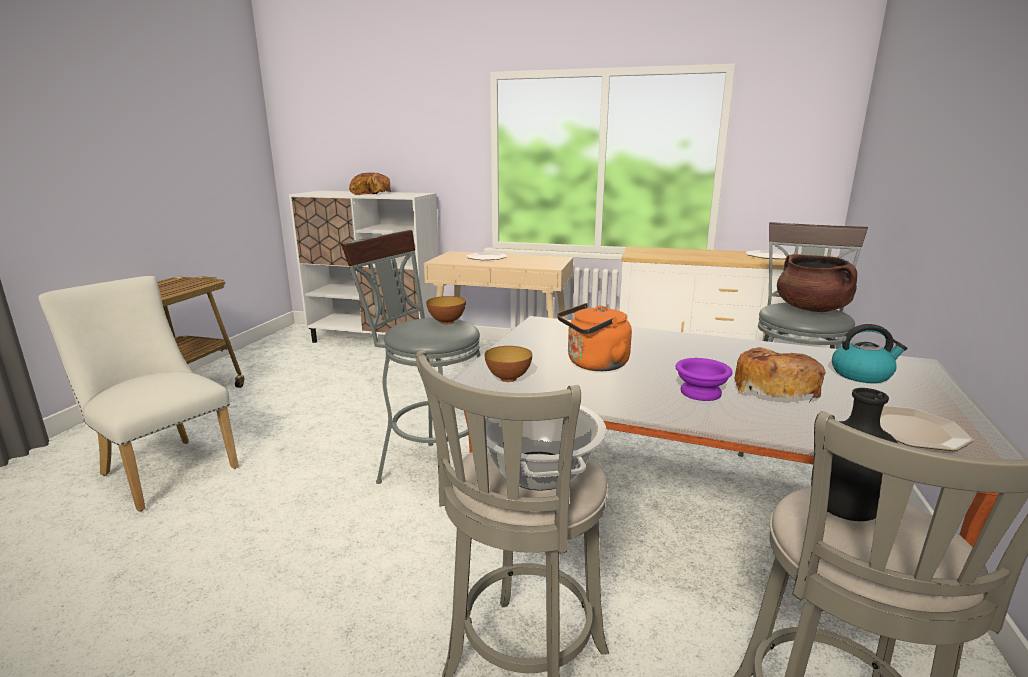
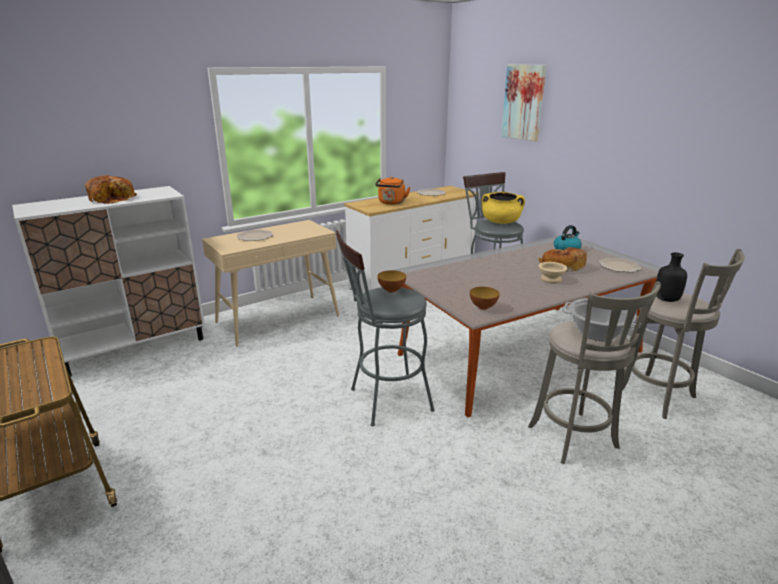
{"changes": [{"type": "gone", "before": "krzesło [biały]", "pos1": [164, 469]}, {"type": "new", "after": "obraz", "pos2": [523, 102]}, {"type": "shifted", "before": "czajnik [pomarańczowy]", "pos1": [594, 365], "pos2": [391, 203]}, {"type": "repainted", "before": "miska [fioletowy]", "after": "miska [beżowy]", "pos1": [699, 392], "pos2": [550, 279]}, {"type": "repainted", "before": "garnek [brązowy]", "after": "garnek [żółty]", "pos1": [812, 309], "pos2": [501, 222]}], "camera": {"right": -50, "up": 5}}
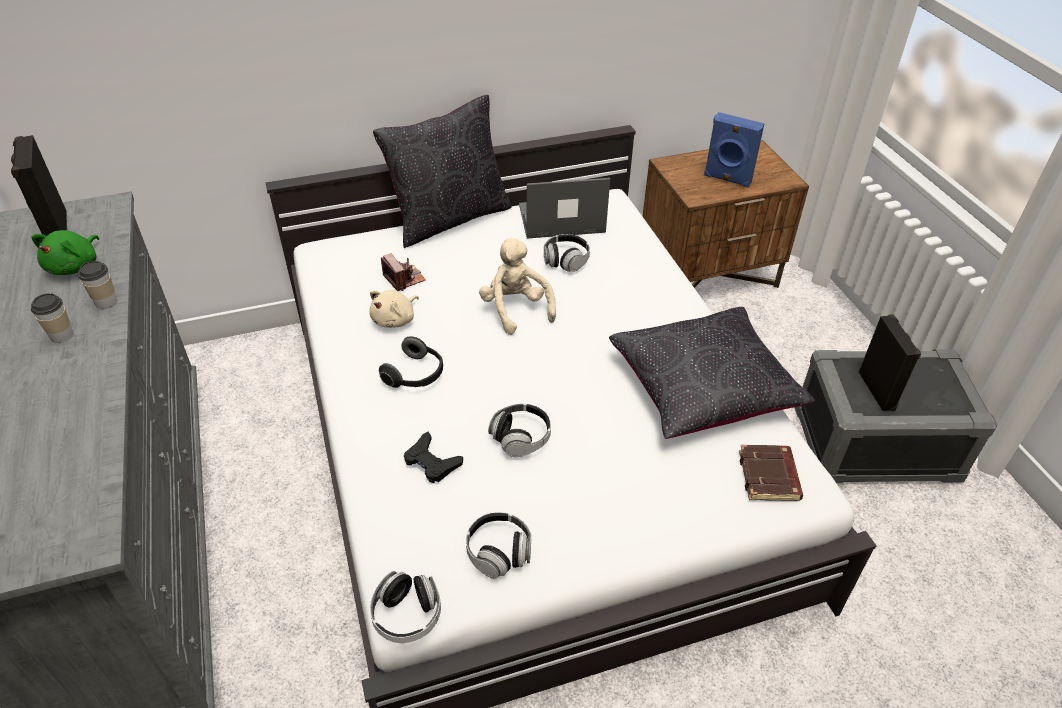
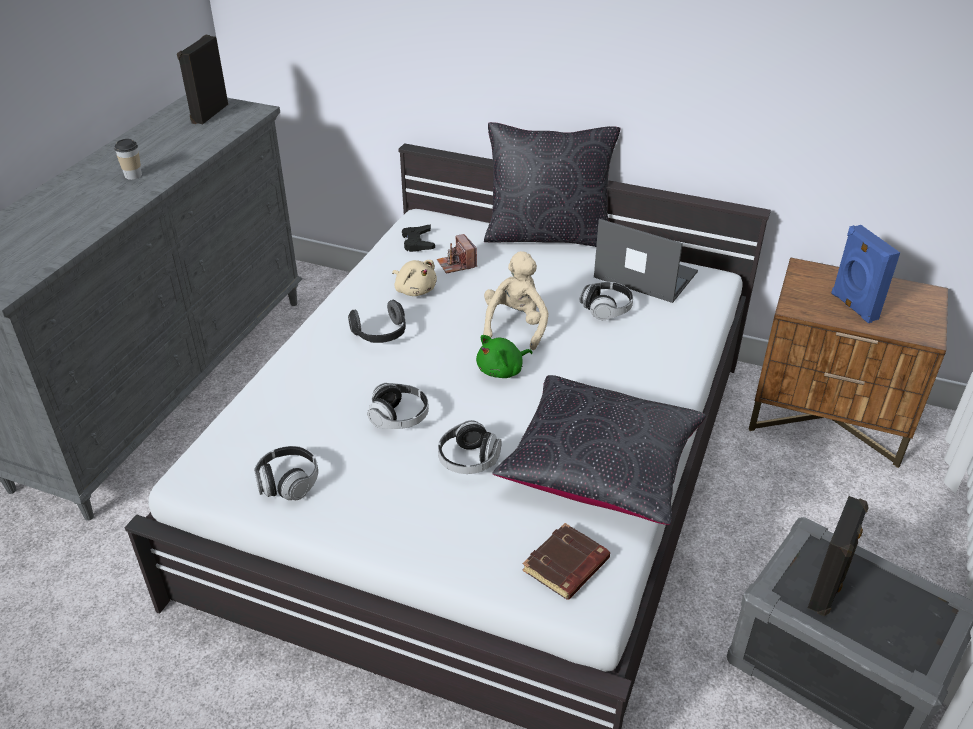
{"changes": [{"type": "gone", "before": "filiżanka", "pos1": [106, 302]}, {"type": "shifted", "before": "pluszak [zielony]", "pos1": [75, 266], "pos2": [502, 370]}, {"type": "shifted", "before": "słuchawki", "pos1": [407, 615], "pos2": [468, 460]}, {"type": "shifted", "before": "pad do gier [czarny]", "pos1": [431, 462], "pos2": [418, 242]}, {"type": "rotated", "before": "pluszak [beżowy]", "pos1": [395, 319], "pos2": [414, 290], "turn": -120}, {"type": "rotated", "before": "aparat fotograficzny", "pos1": [404, 279], "pos2": [456, 264], "turn": 150}], "camera": {"right": 40, "up": -5}}
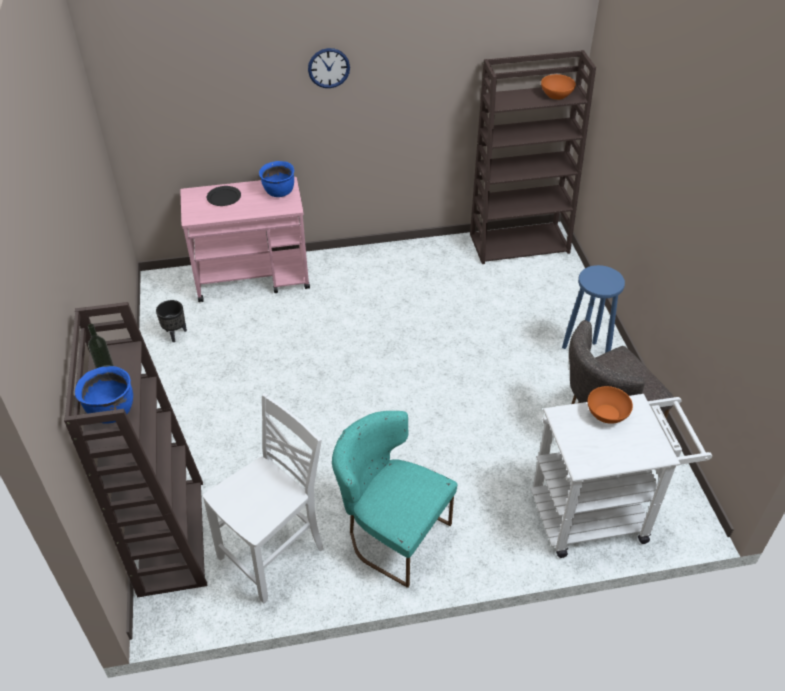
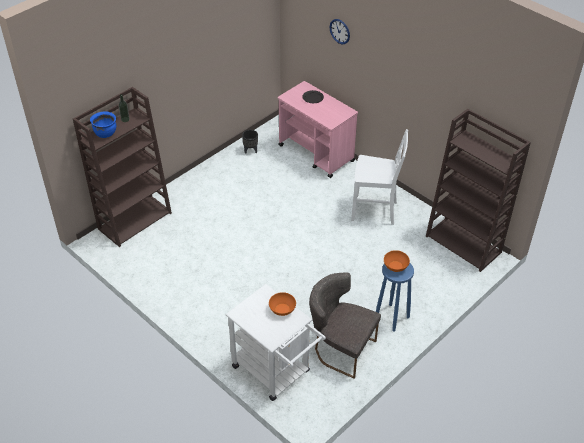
{"changes": [{"type": "gone", "before": "garnek [niebieski]", "pos1": [279, 192]}, {"type": "gone", "before": "krzesło [turkusowy]", "pos1": [391, 534]}, {"type": "shifted", "before": "krzesło [biały]", "pos1": [274, 554], "pos2": [375, 211]}, {"type": "shifted", "before": "zegar ścienny", "pos1": [328, 68], "pos2": [340, 31]}, {"type": "shifted", "before": "miska [pomarańczowy]", "pos1": [556, 95], "pos2": [395, 266]}], "camera": {"right": 55, "up": 0}}
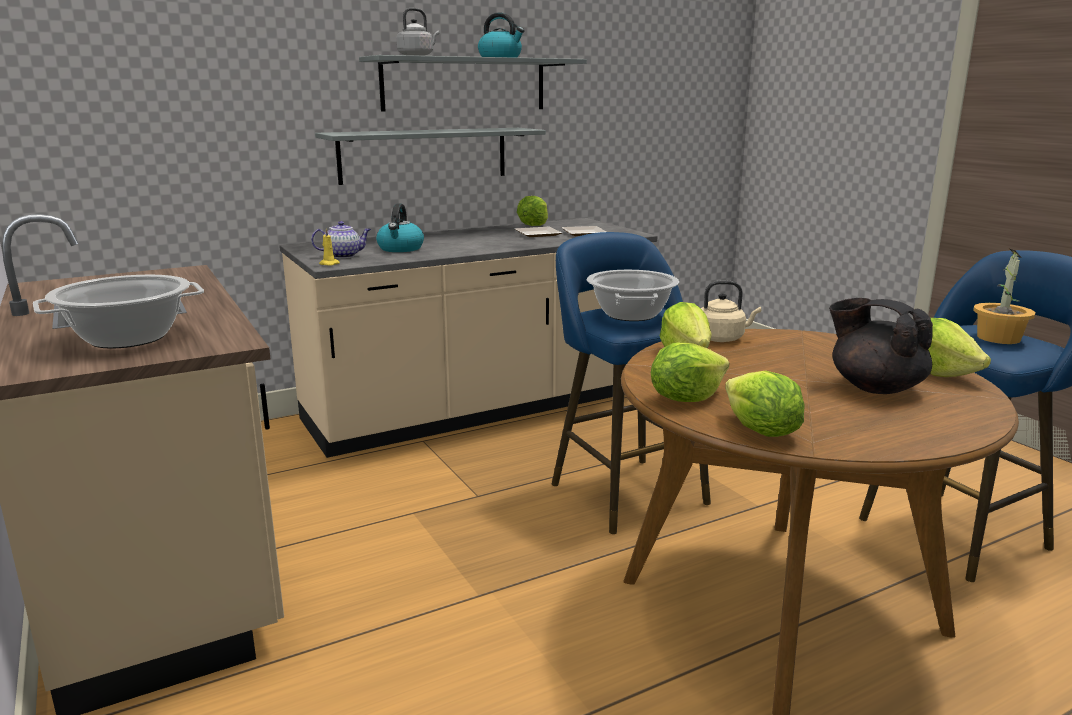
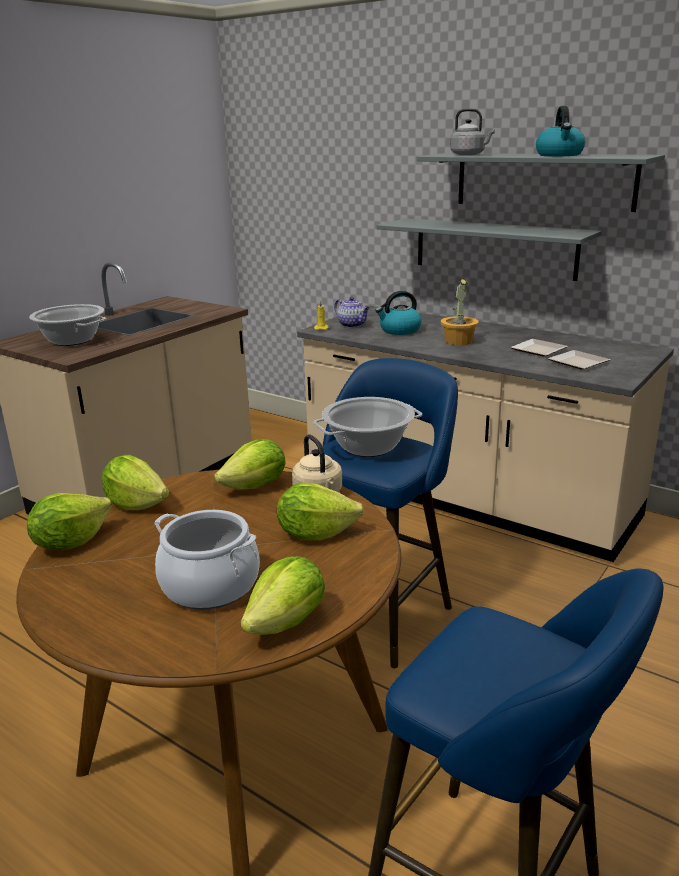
{"changes": [{"type": "shifted", "before": "sałata", "pos1": [533, 225], "pos2": [315, 533]}, {"type": "shifted", "before": "roślina doniczkowa", "pos1": [997, 338], "pos2": [458, 341]}, {"type": "swapped", "before": "imbryk [czarny]", "after": "garnek", "pos1": [874, 387], "pos2": [210, 585]}], "camera": {"right": 65, "up": 5}}
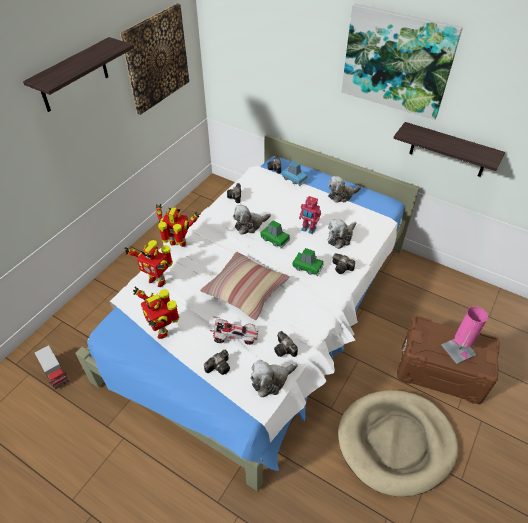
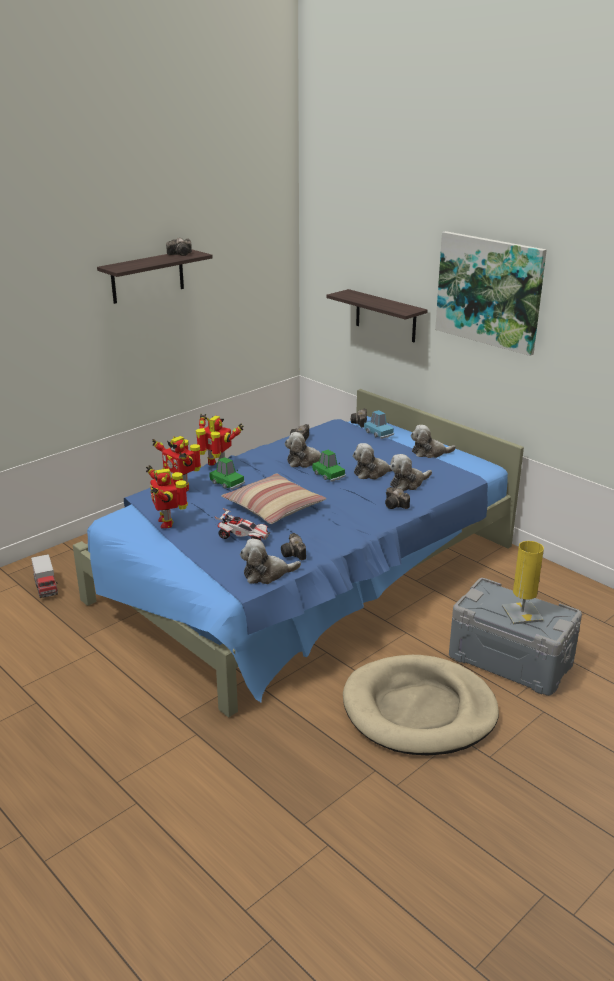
{"changes": [{"type": "gone", "before": "obraz", "pos1": [156, 59]}, {"type": "shifted", "before": "aparat fotograficzny", "pos1": [220, 366], "pos2": [181, 254]}, {"type": "shifted", "before": "samochodzik [zielony]", "pos1": [307, 267], "pos2": [227, 483]}, {"type": "shifted", "before": "półka", "pos1": [448, 150], "pos2": [385, 316]}, {"type": "swapped", "before": "robot zabawkowy", "after": "pluszak", "pos1": [308, 229], "pos2": [372, 473]}, {"type": "repainted", "before": "łóżko [biały]", "after": "łóżko [niebieski]", "pos1": [261, 311], "pos2": [304, 574]}, {"type": "repainted", "before": "pojemnik do przechowywania [brązowy]", "after": "pojemnik do przechowywania [szary]", "pos1": [440, 372], "pos2": [510, 660]}, {"type": "repainted", "before": "lampa stołowa [różowy]", "after": "lampa stołowa [żółty]", "pos1": [458, 350], "pos2": [522, 613]}], "camera": {"right": 15, "up": -20}}
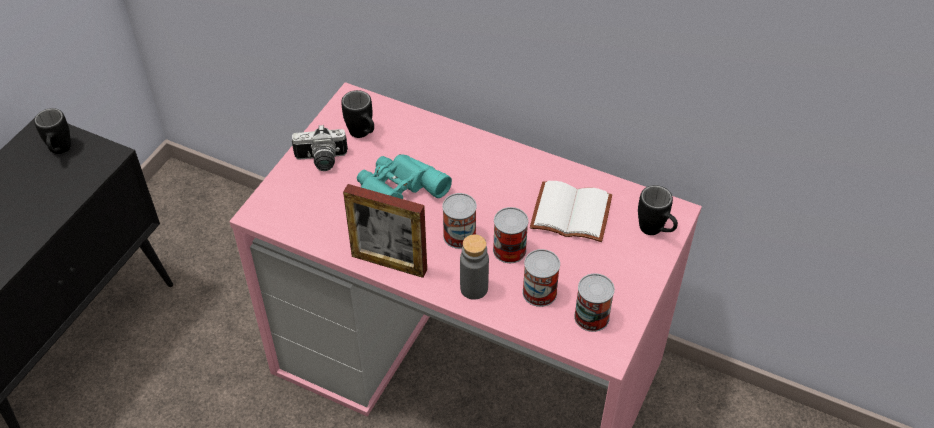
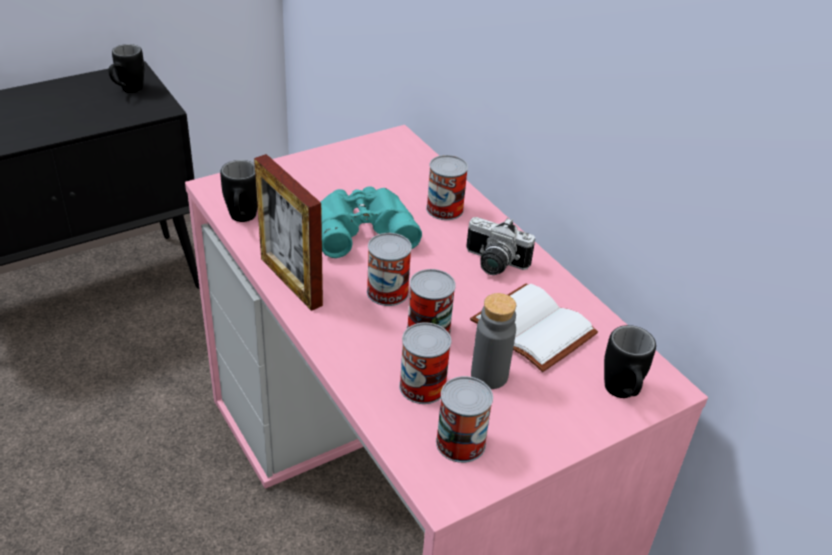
{"changes": [{"type": "new", "after": "puszka", "pos2": [444, 209]}, {"type": "shifted", "before": "aparat fotograficzny", "pos1": [321, 161], "pos2": [493, 264]}, {"type": "shifted", "before": "kubek [czarny]", "pos1": [363, 135], "pos2": [242, 220]}, {"type": "shifted", "before": "butelka [szary]", "pos1": [474, 288], "pos2": [489, 375]}], "camera": {"right": 30, "up": -10}}
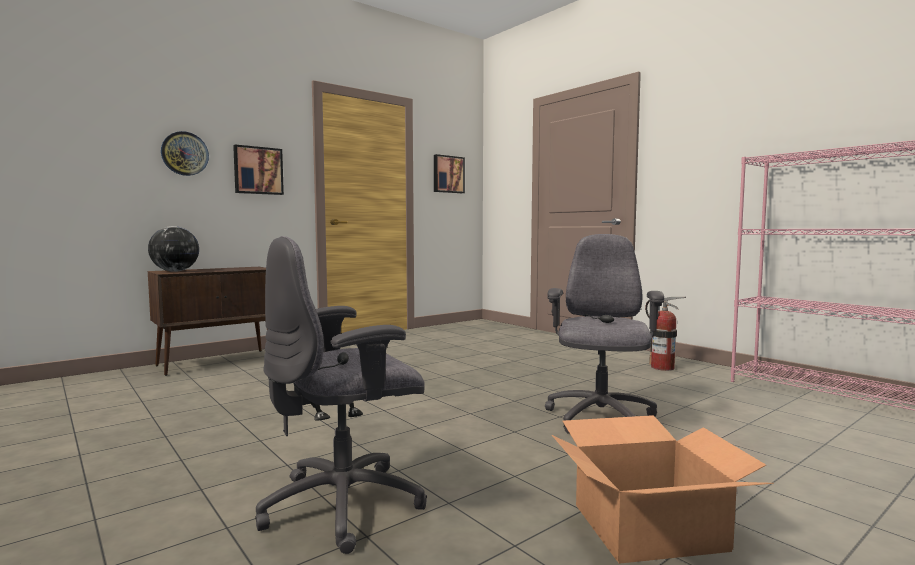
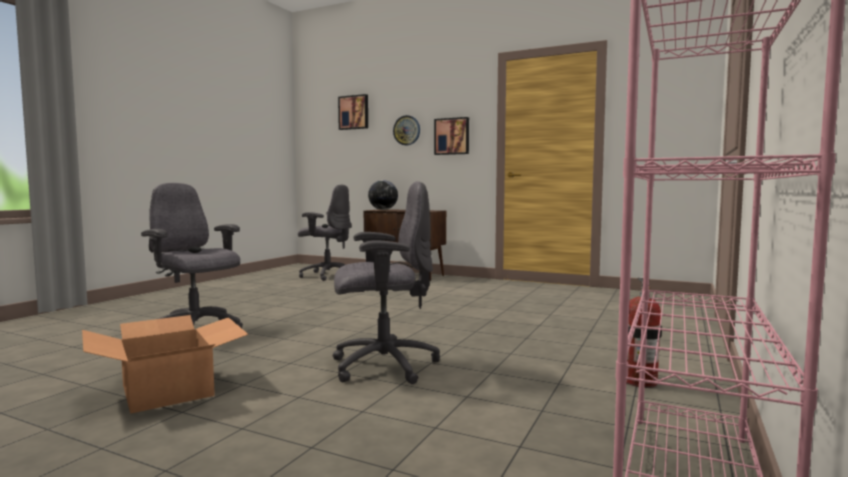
{"changes": [{"type": "new", "after": "krzesło biurowe [szary]", "pos2": [327, 275]}, {"type": "shifted", "before": "obraz", "pos1": [448, 174], "pos2": [354, 112]}], "camera": {"right": 65, "up": 0}}
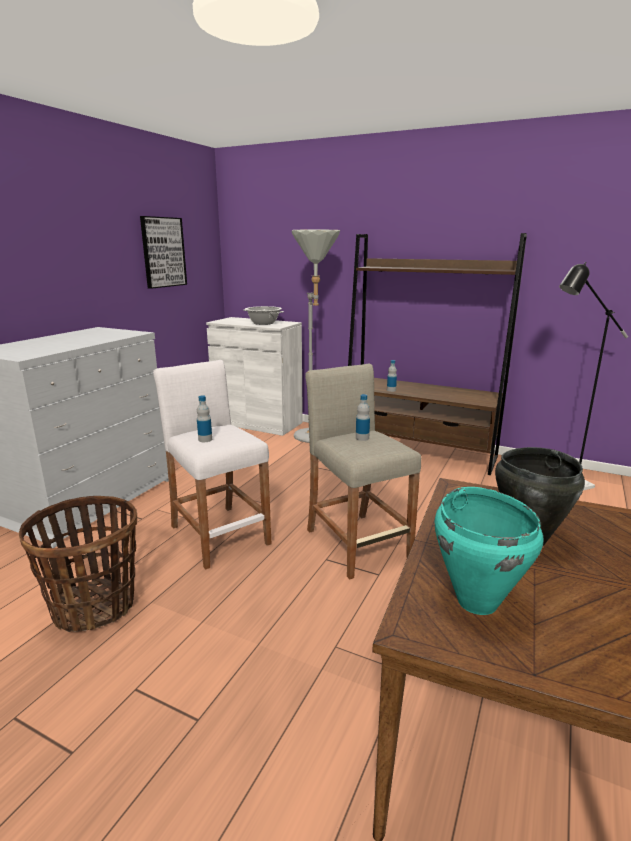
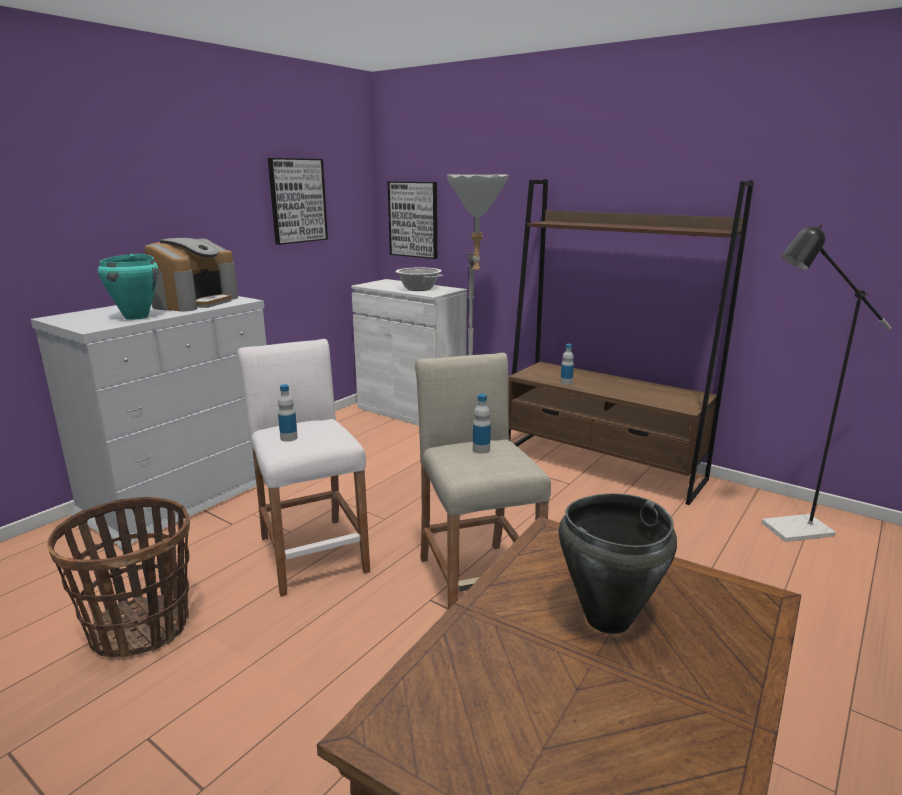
{"changes": [{"type": "new", "after": "ekspres do kawy", "pos2": [195, 302]}, {"type": "new", "after": "obraz", "pos2": [413, 219]}, {"type": "shifted", "before": "garnek [turkusowy]", "pos1": [477, 601], "pos2": [137, 317]}], "camera": {"right": 10, "up": 0}}
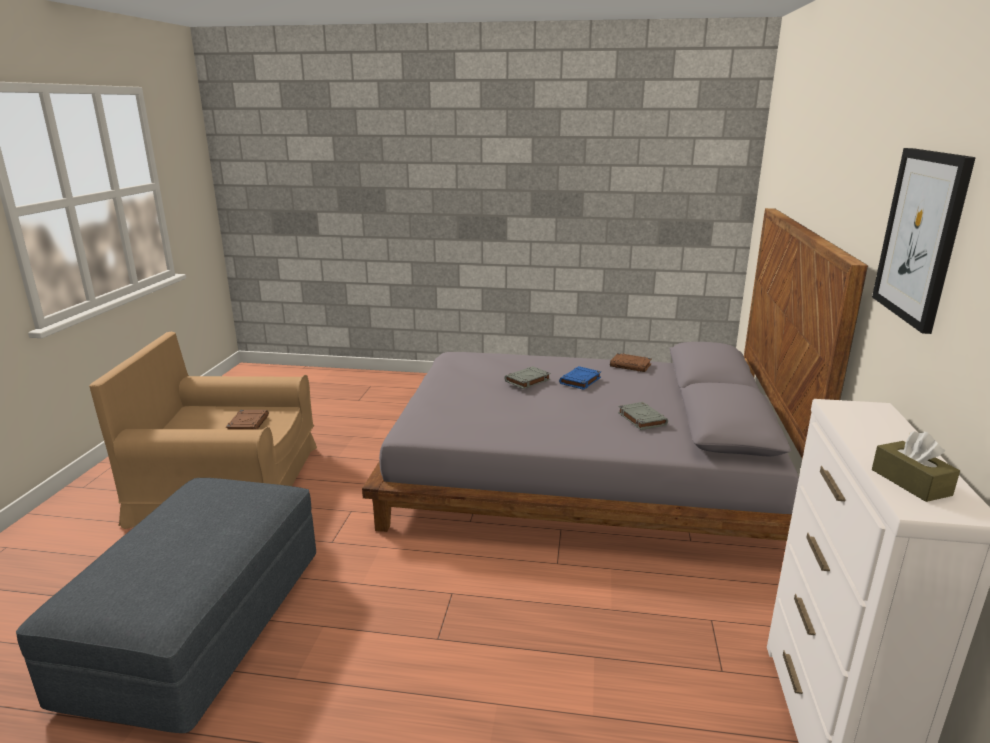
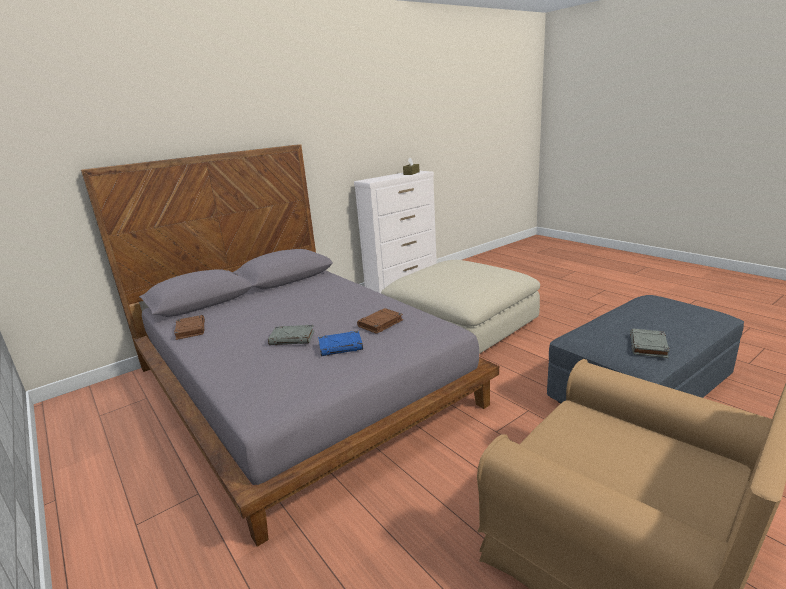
{"changes": [{"type": "gone", "before": "obraz", "pos1": [921, 236]}, {"type": "new", "after": "pufa [beżowy]", "pos2": [461, 325]}, {"type": "shifted", "before": "książka [brązowy]", "pos1": [248, 424], "pos2": [380, 323]}, {"type": "shifted", "before": "książka [niebieski]", "pos1": [580, 381], "pos2": [341, 346]}, {"type": "shifted", "before": "książka [szary]", "pos1": [641, 419], "pos2": [648, 346]}], "camera": {"right": -135, "up": 0}}
